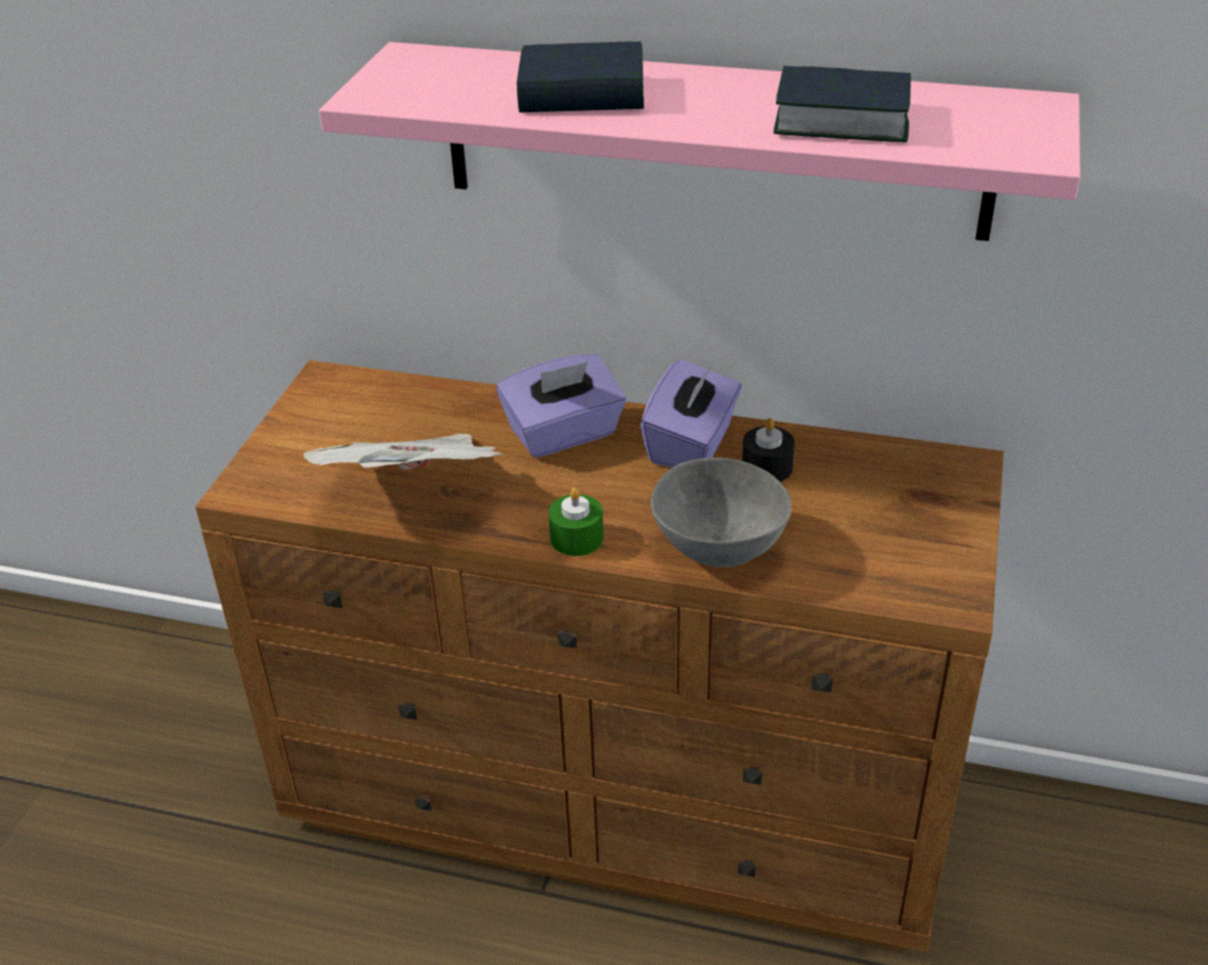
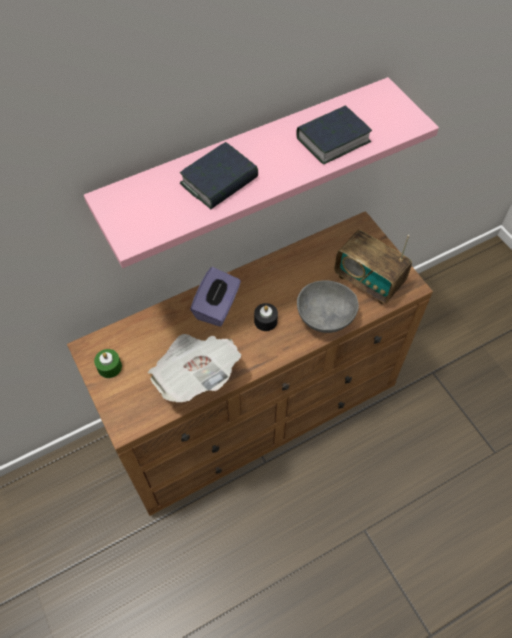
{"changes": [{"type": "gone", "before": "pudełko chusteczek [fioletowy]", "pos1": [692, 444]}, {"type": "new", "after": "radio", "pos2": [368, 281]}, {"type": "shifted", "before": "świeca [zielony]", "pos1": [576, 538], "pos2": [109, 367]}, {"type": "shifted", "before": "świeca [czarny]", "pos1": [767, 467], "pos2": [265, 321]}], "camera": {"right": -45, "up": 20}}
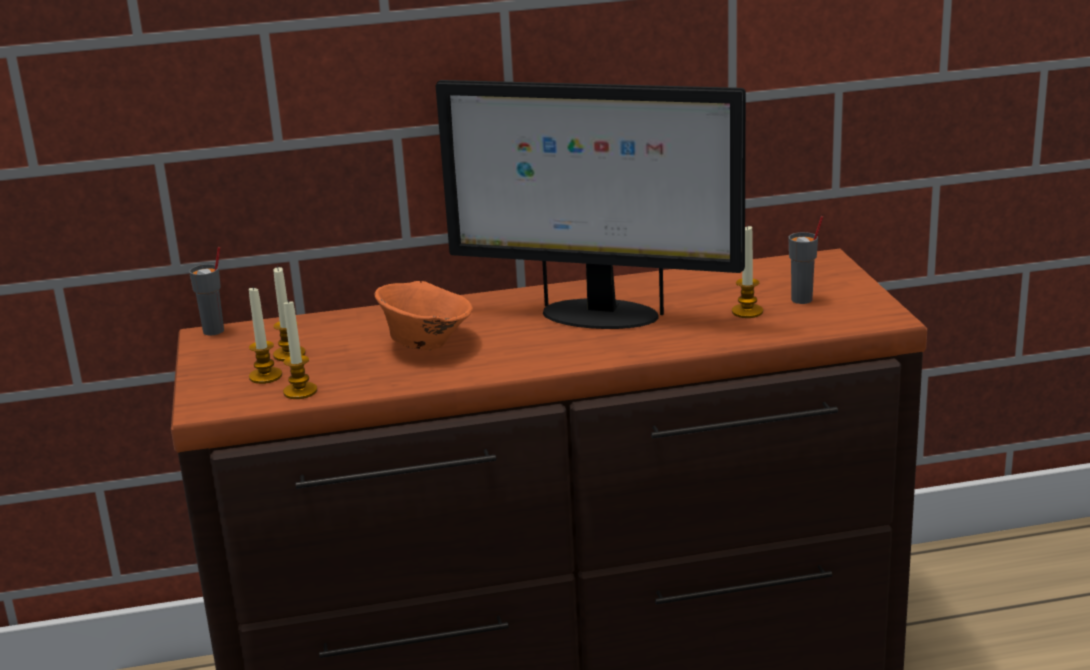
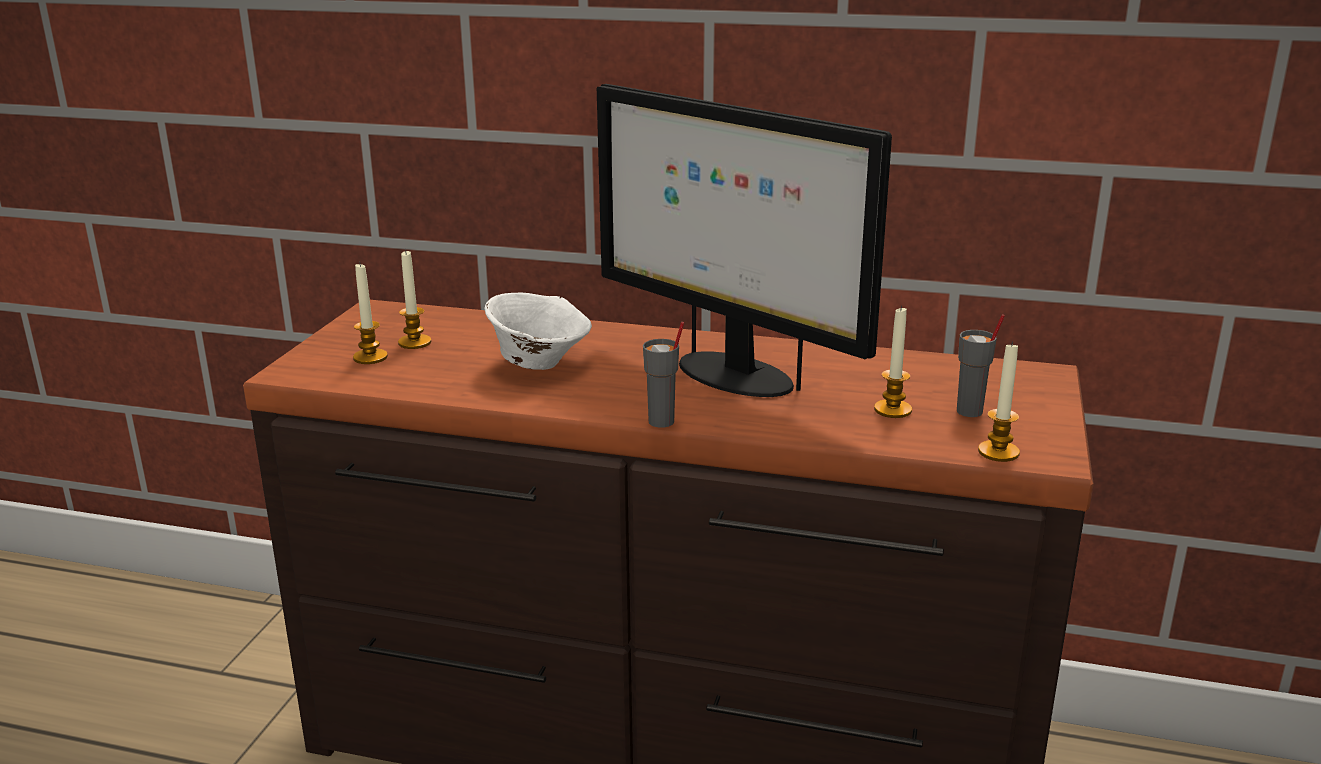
{"changes": [{"type": "shifted", "before": "filiżanka [szary]", "pos1": [214, 331], "pos2": [662, 422]}, {"type": "shifted", "before": "świeca", "pos1": [300, 391], "pos2": [998, 452]}, {"type": "repainted", "before": "miska [pomarańczowy]", "after": "miska [biały]", "pos1": [426, 344], "pos2": [539, 363]}], "camera": {"right": 25, "up": 0}}
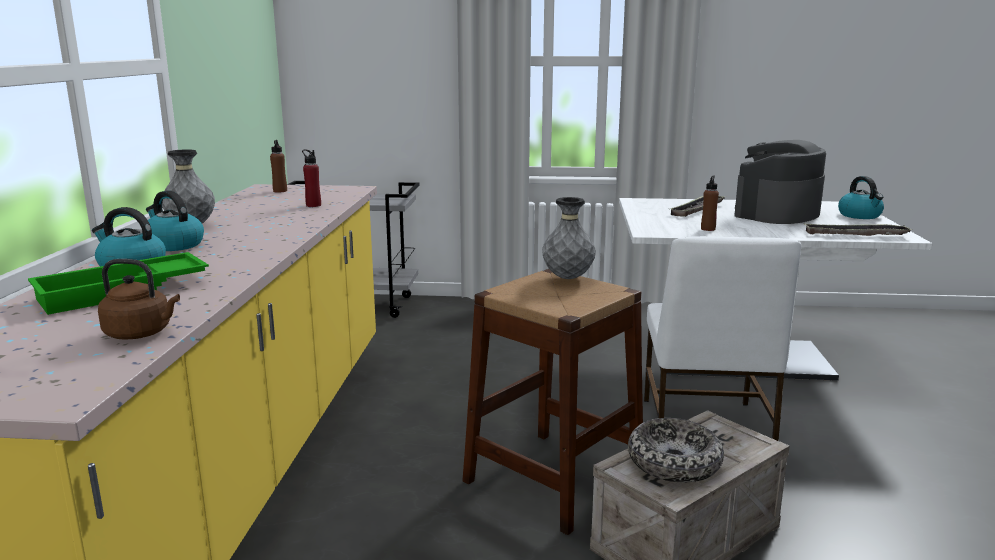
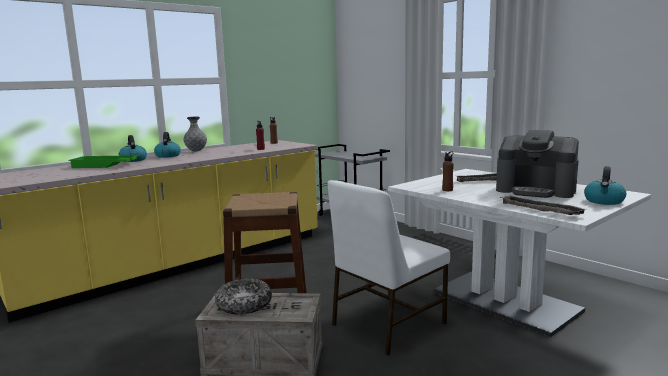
{"changes": [{"type": "gone", "before": "czajnik [brązowy]", "pos1": [141, 333]}, {"type": "gone", "before": "wazon [szary]", "pos1": [568, 278]}, {"type": "rotated", "before": "ekspres do kawy", "pos1": [777, 214], "pos2": [536, 190], "turn": -150}], "camera": {"right": 45, "up": -5}}
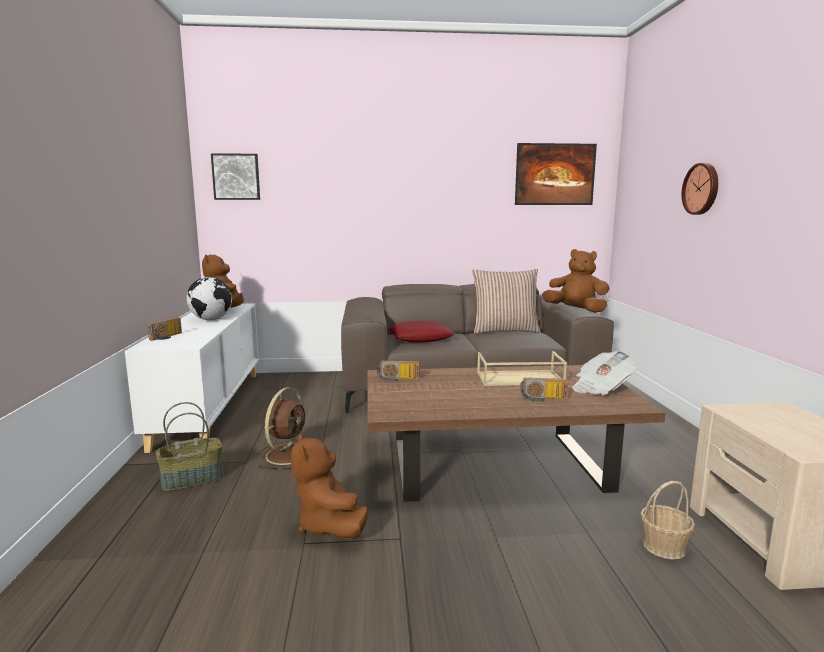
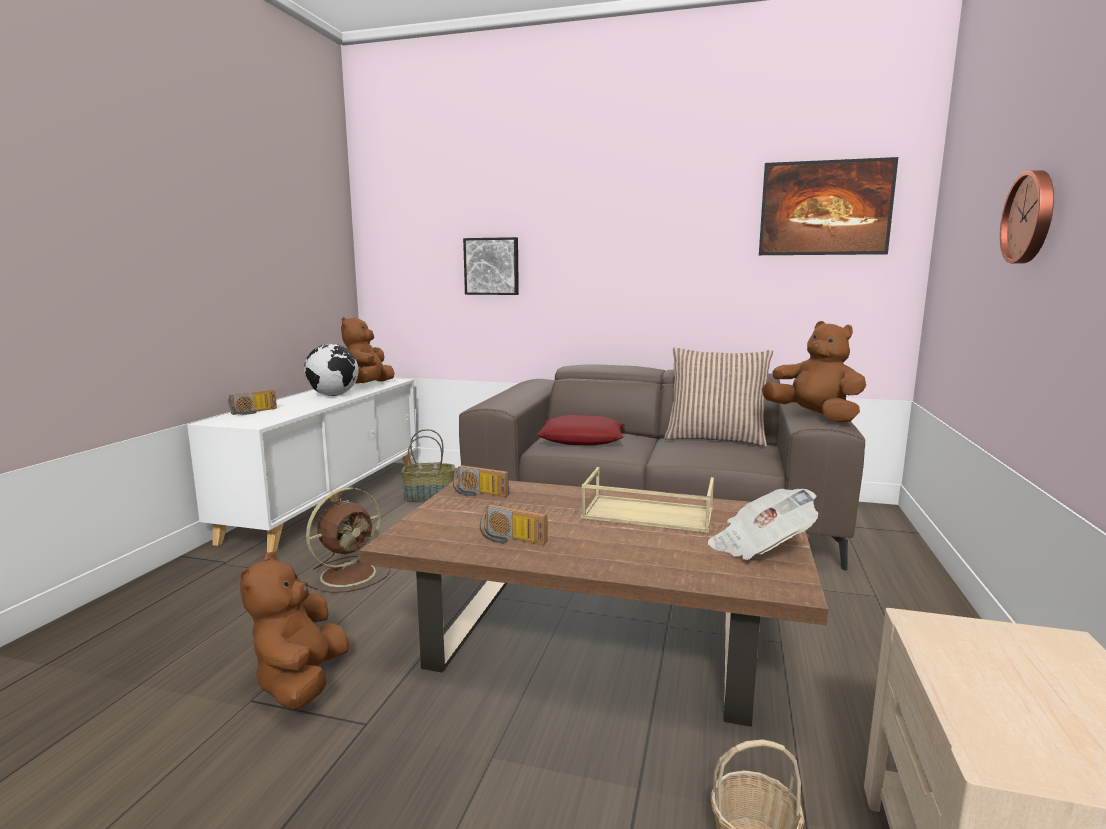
{"changes": [{"type": "shifted", "before": "koszyk", "pos1": [193, 479], "pos2": [430, 496]}, {"type": "shifted", "before": "obraz", "pos1": [236, 177], "pos2": [492, 266]}, {"type": "shifted", "before": "radio", "pos1": [543, 399], "pos2": [510, 540]}], "camera": {"right": 20, "up": 0}}
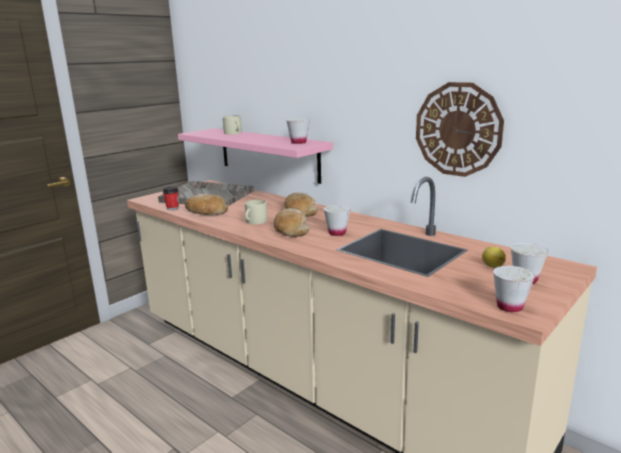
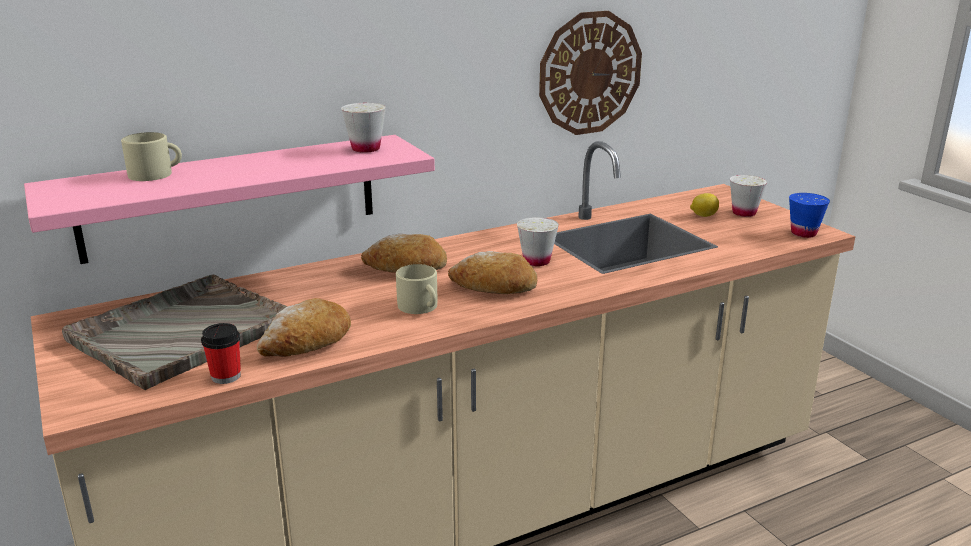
{"changes": [{"type": "repainted", "before": "filiżanka [biały]", "after": "filiżanka [niebieski]", "pos1": [509, 307], "pos2": [803, 233]}], "camera": {"right": -70, "up": 5}}
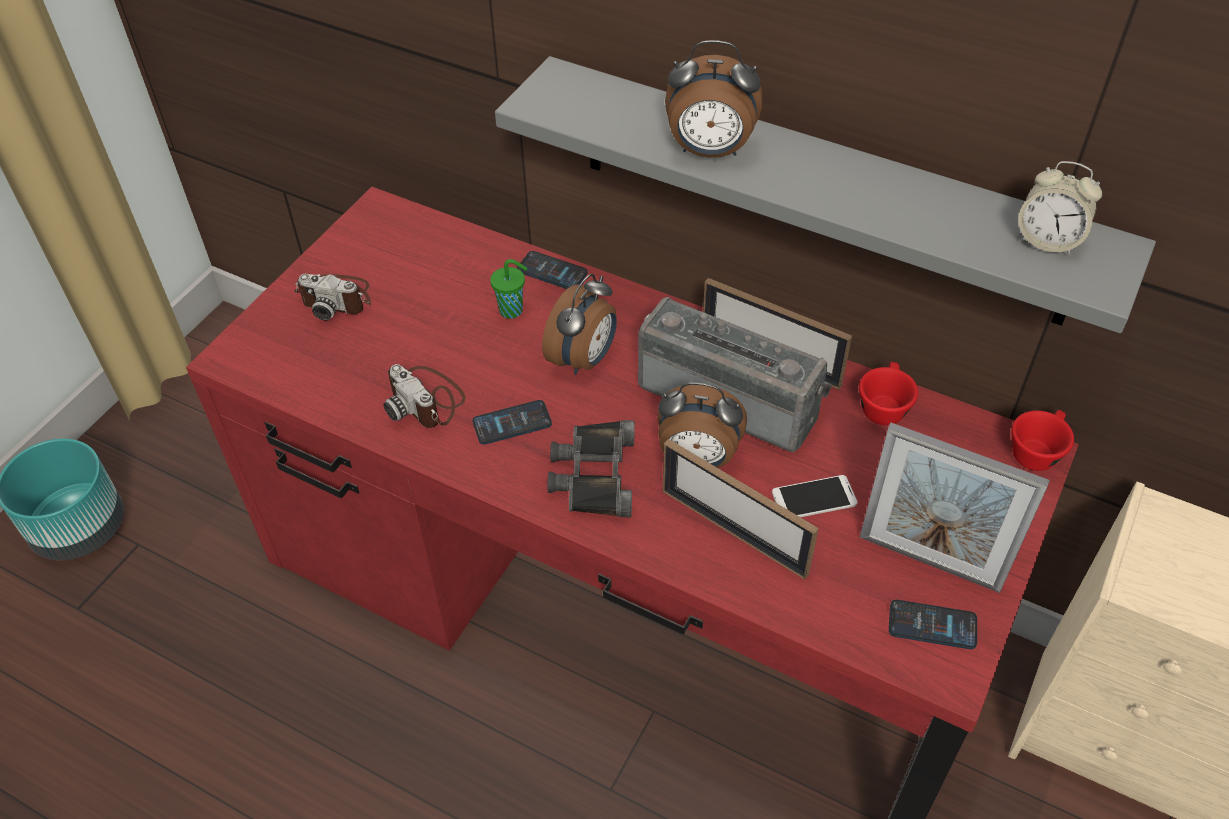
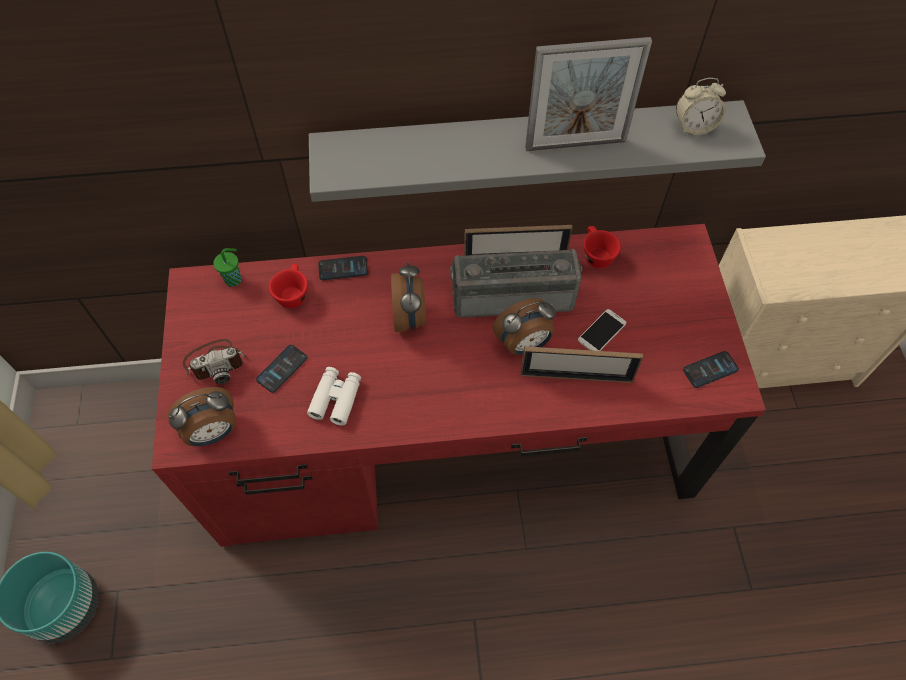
{"changes": [{"type": "gone", "before": "lornetka [czarny]", "pos1": [593, 474]}, {"type": "shifted", "before": "telefon", "pos1": [512, 423], "pos2": [282, 369]}, {"type": "shifted", "before": "filiżanka [zielony]", "pos1": [512, 310], "pos2": [234, 279]}, {"type": "shifted", "before": "budzik", "pos1": [709, 151], "pos2": [213, 432]}, {"type": "shifted", "before": "ramka na zdjęcie", "pos1": [929, 562], "pos2": [575, 144]}, {"type": "shifted", "before": "filiżanka [czerwony]", "pos1": [1036, 450], "pos2": [292, 293]}, {"type": "swapped", "before": "aparat fotograficzny", "after": "lornetka [biały]", "pos1": [426, 400], "pos2": [336, 398]}], "camera": {"right": -35, "up": 10}}
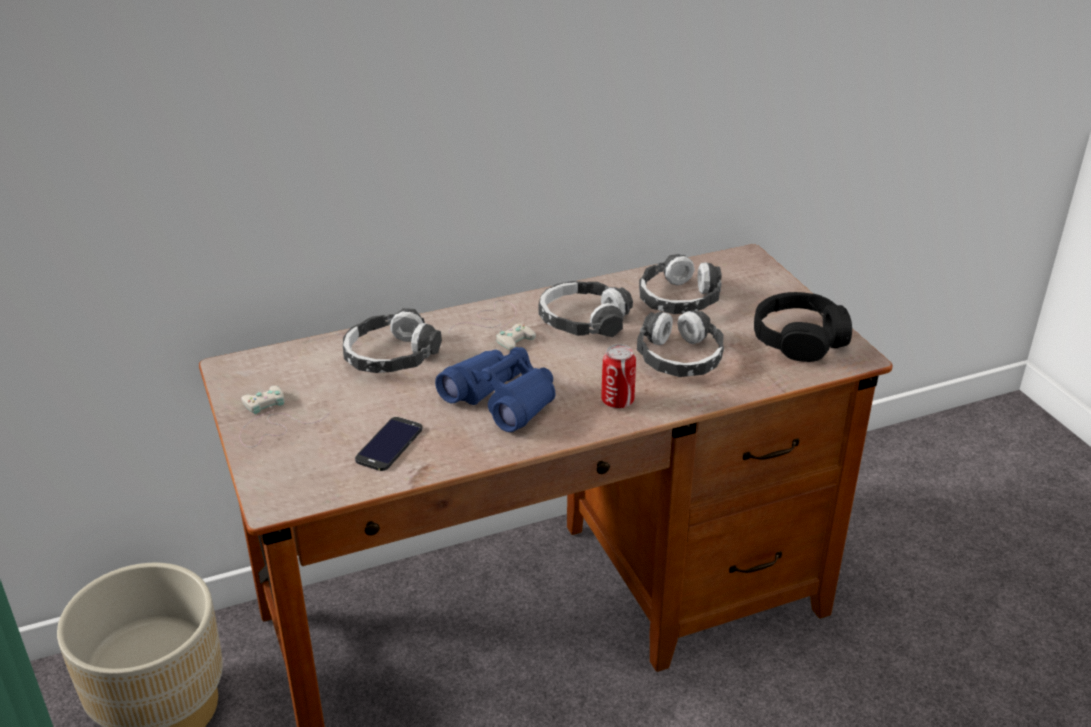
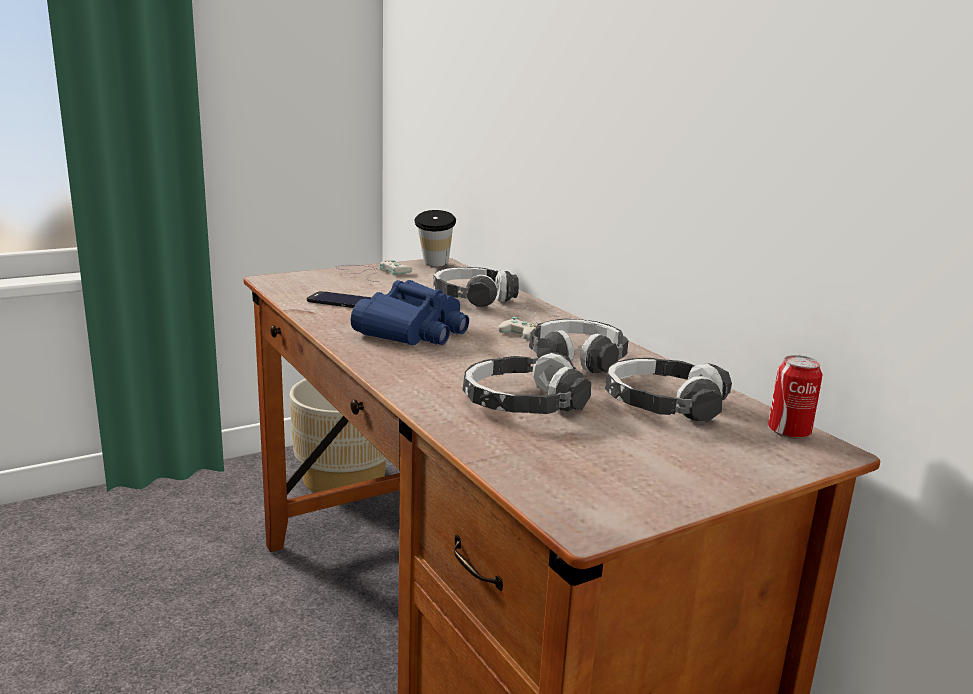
{"changes": [{"type": "gone", "before": "słuchawki [czarny]", "pos1": [799, 339]}, {"type": "new", "after": "filiżanka", "pos2": [434, 265]}, {"type": "shifted", "before": "puszka", "pos1": [617, 401], "pos2": [789, 432]}], "camera": {"right": 80, "up": -15}}
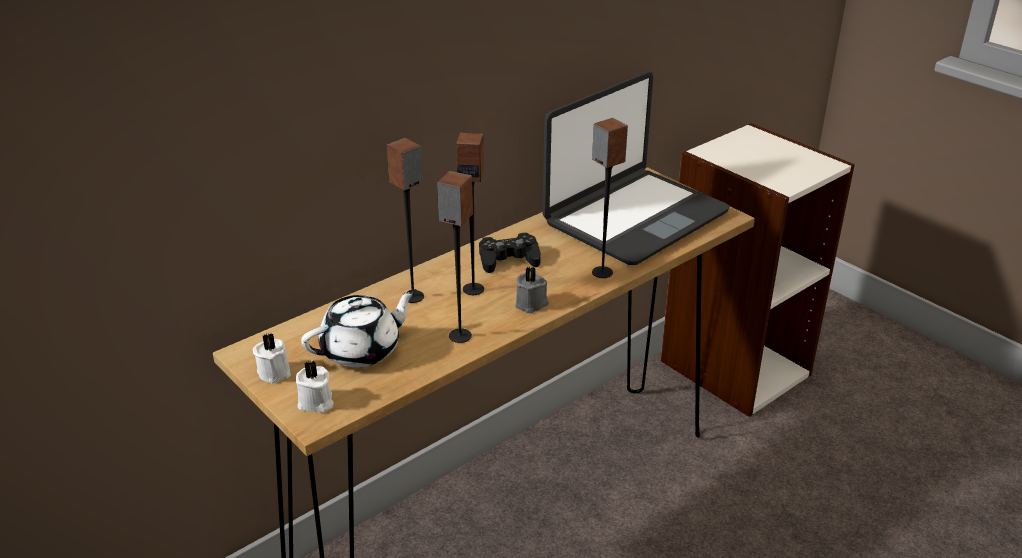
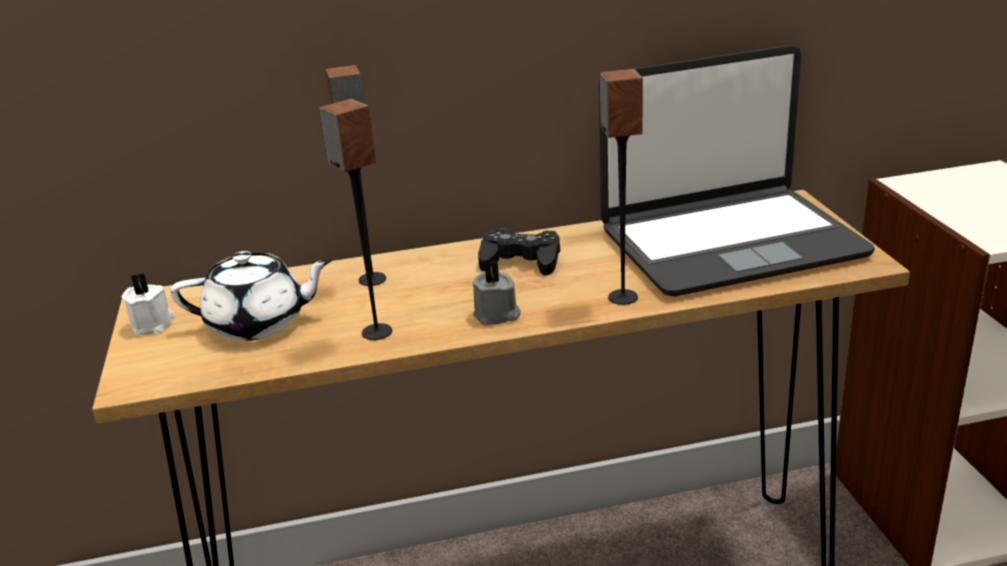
{"changes": [{"type": "gone", "before": "świeca [biały]", "pos1": [316, 402]}, {"type": "gone", "before": "głośnik", "pos1": [473, 289]}], "camera": {"right": 30, "up": -5}}
